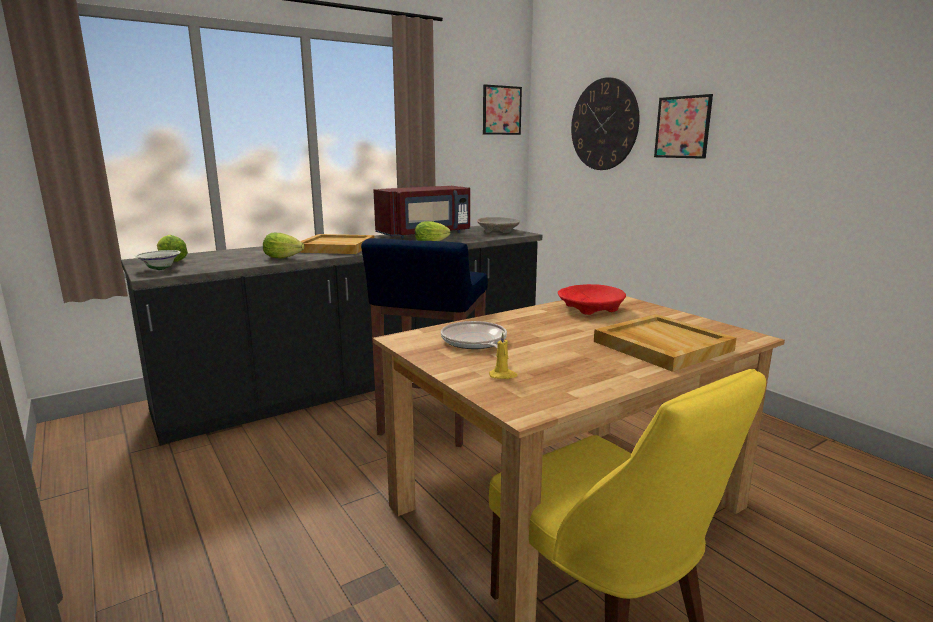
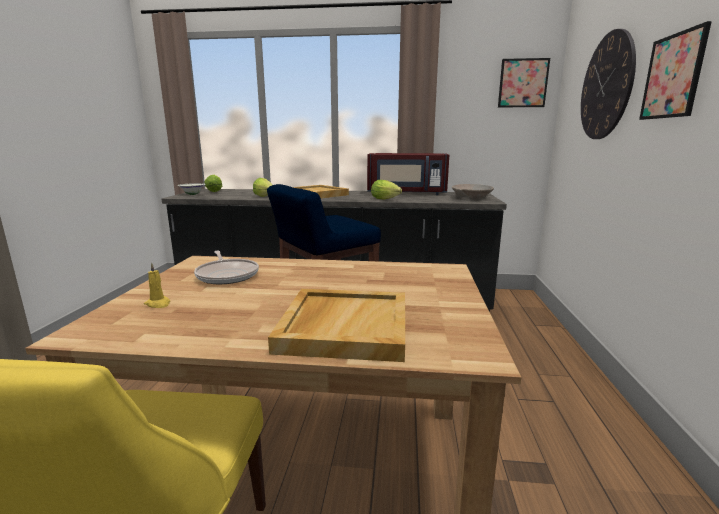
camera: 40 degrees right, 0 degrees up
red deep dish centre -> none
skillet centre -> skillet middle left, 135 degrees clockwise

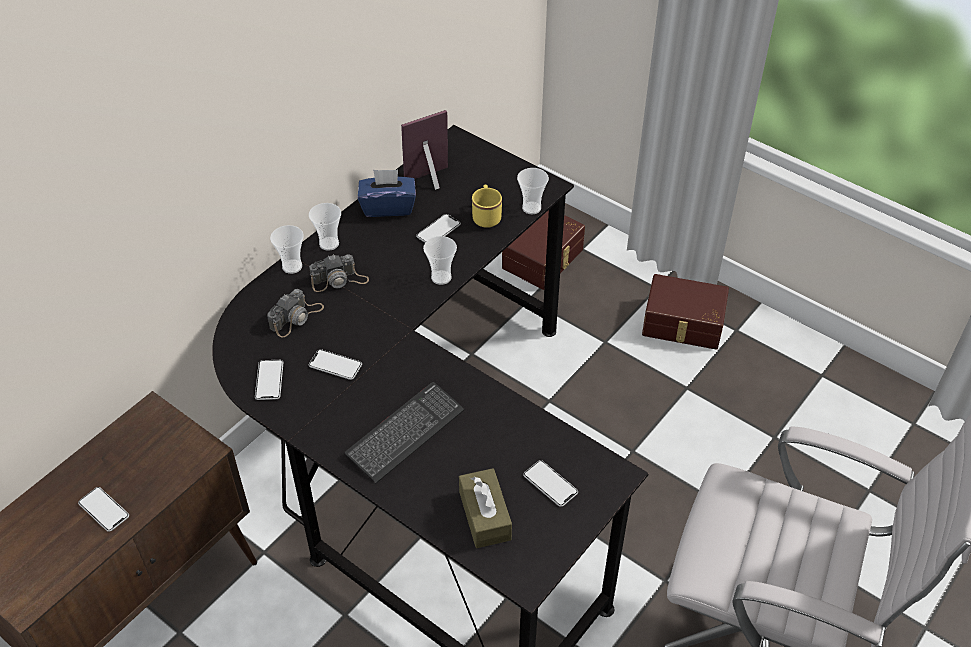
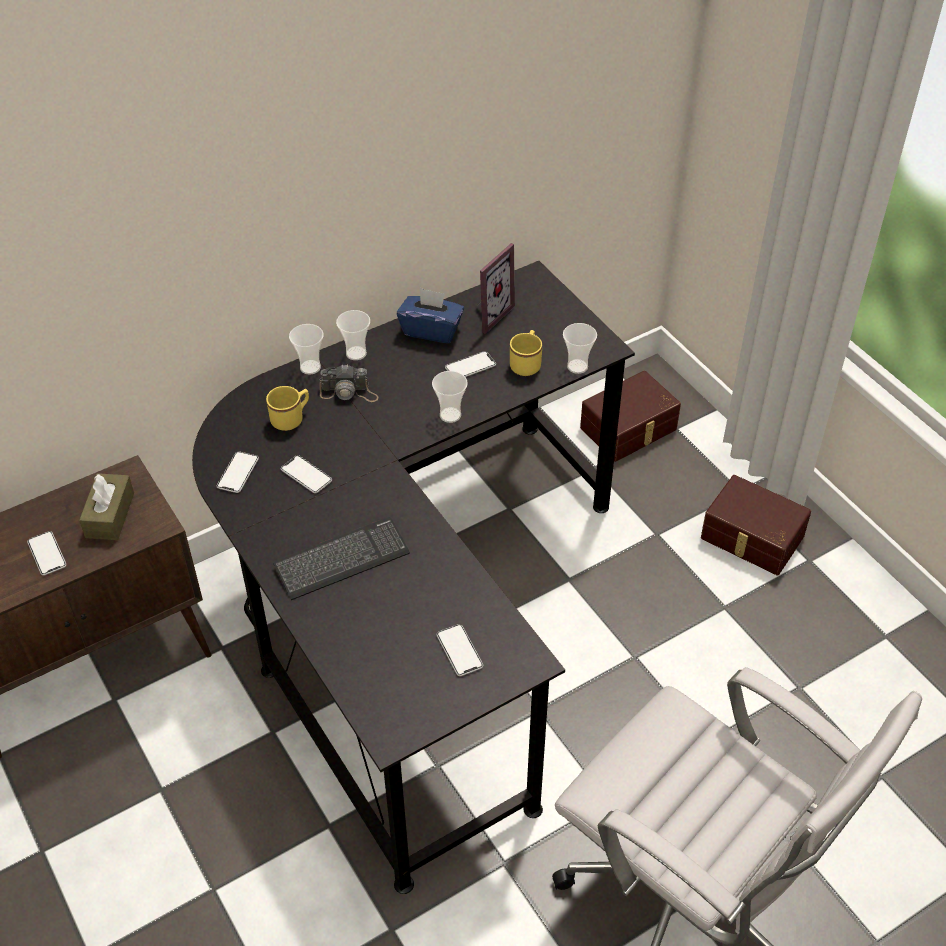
camera: 20 degrees right, 0 degrees up
brown-coloured tissue holder bottom centre -> brown-coloured tissue holder middle left, shifted
still camera (no. 1 from left) middle left -> yellow mug (no. 1 from left) middle left
photo frame top centre, 135 degrees clockwise

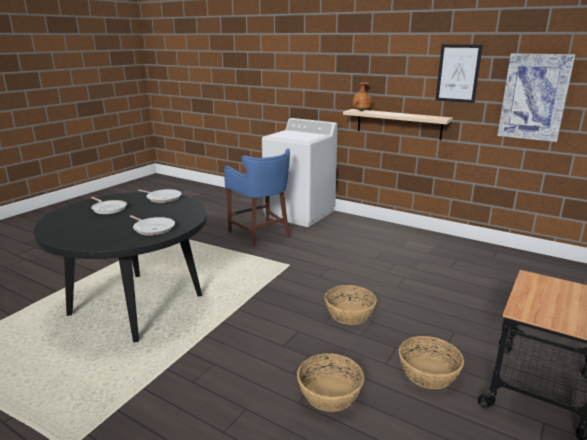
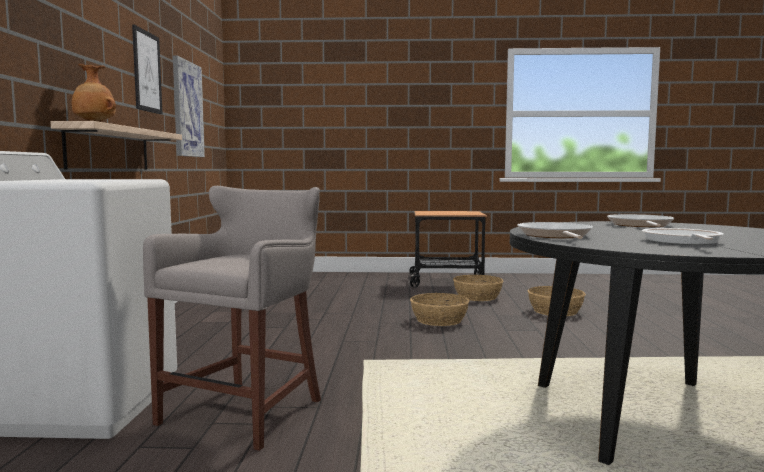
camera: 120 degrees left, 15 degrees down
blue-coloured sitting stool centre -> gray sitting stool bottom left

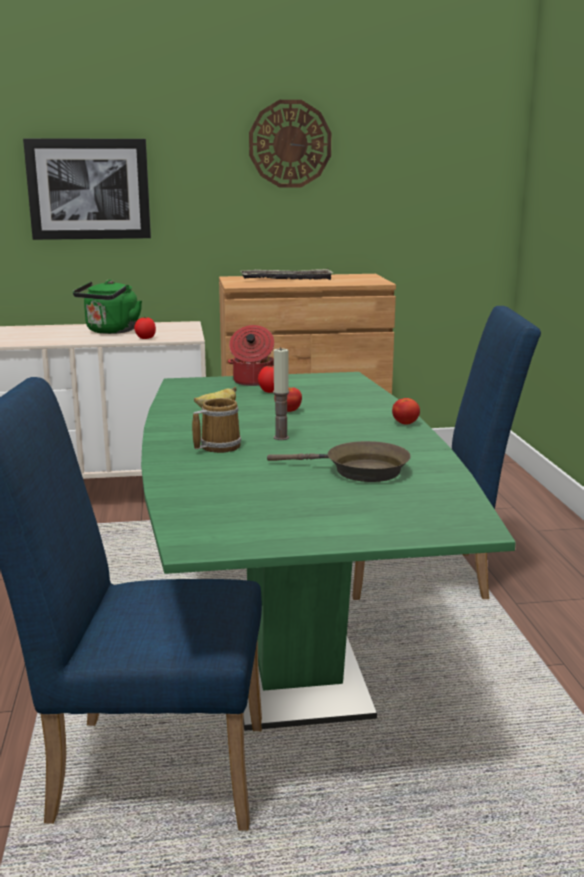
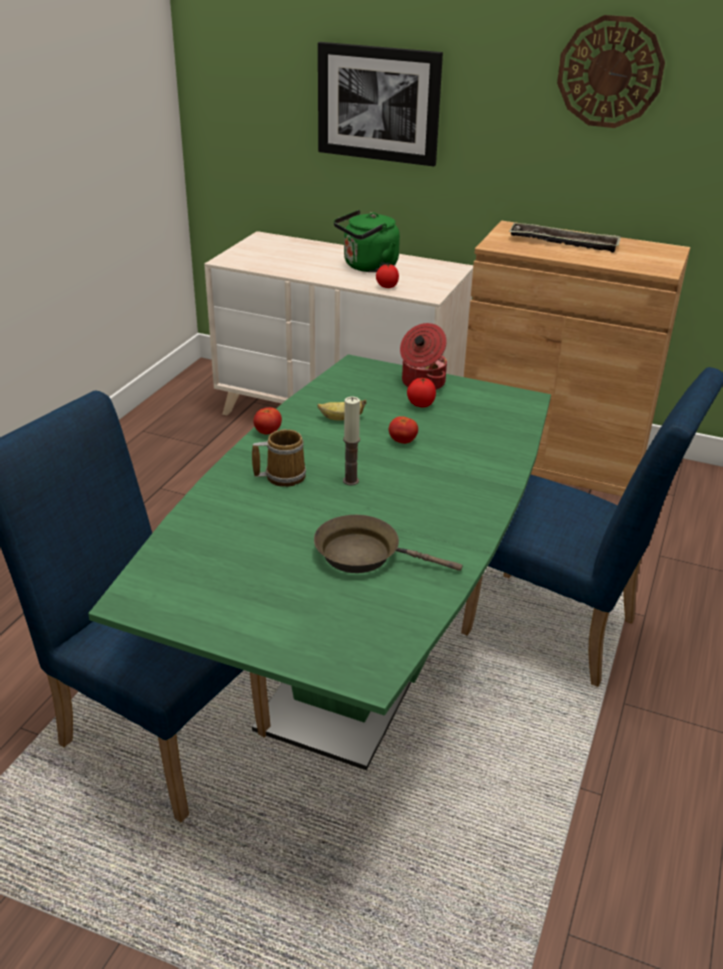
camera: 30 degrees right, 15 degrees up
tomato (no. 4 from left in the first image) middle right -> tomato (no. 1 from left) centre, shifted
brown-coloured skillet centre, 150 degrees clockwise

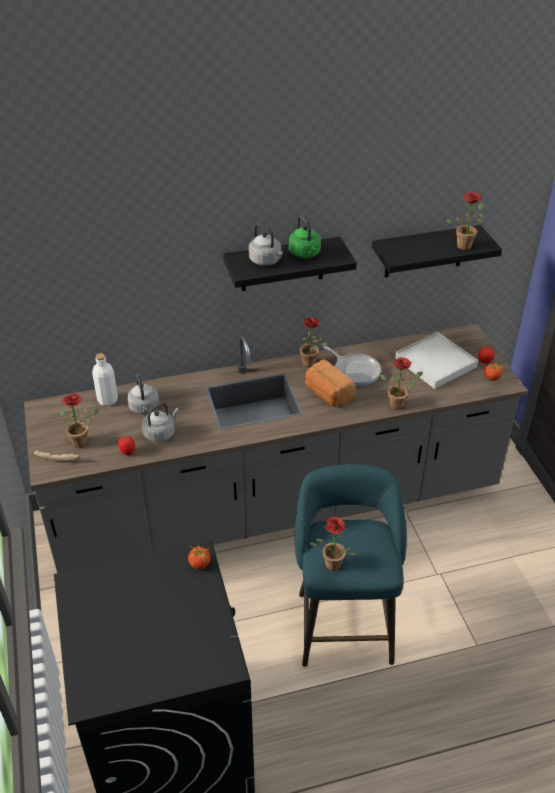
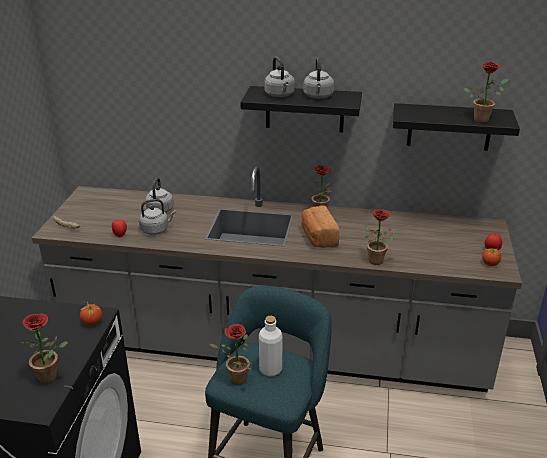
camera: 25 degrees right, 10 degrees down
skillet centre -> none
whitish tray middle right -> none
plant in a pot (no. 1 from left) middle left -> plant in a pot (no. 1 from left) bottom left, shifted
whitish drink bottle middle left -> whitish drink bottle bottom centre, shifted
green kettle top centre -> gray kettle (no. 4 from left) top centre

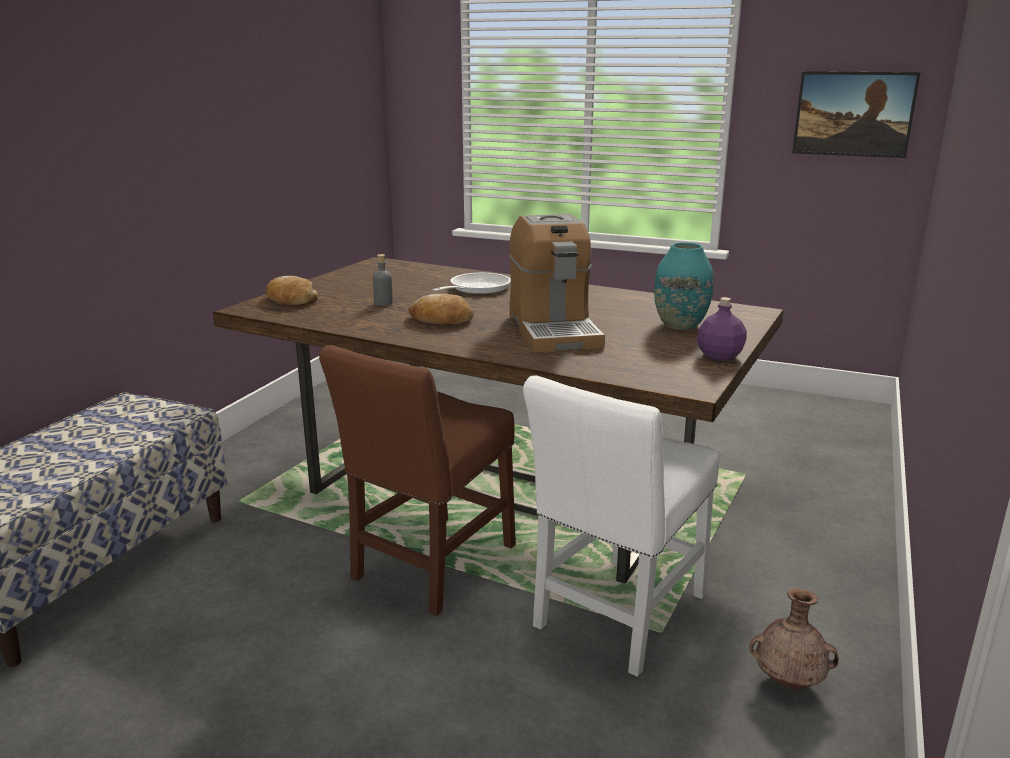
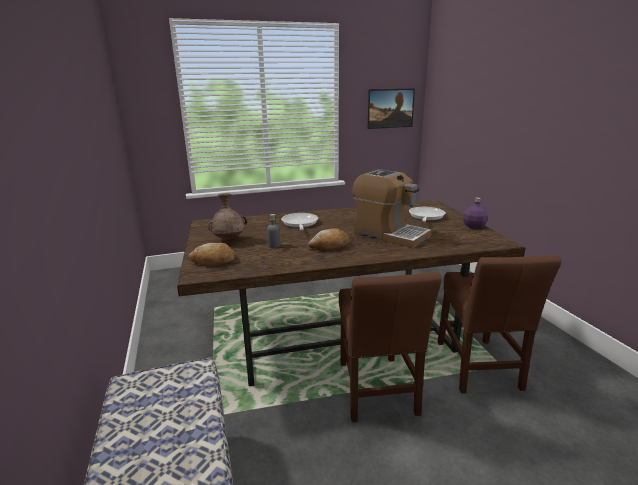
camera: 40 degrees left, 0 degrees up
brown-coloured decorative vase bottom right -> brown-coloured decorative vase centre, shifted
turquoise-coloured decorative vase middle right -> skillet (no. 2 from left) middle right
whitish upright chair bottom centre -> brown-coloured upright chair (no. 2 from left) bottom right

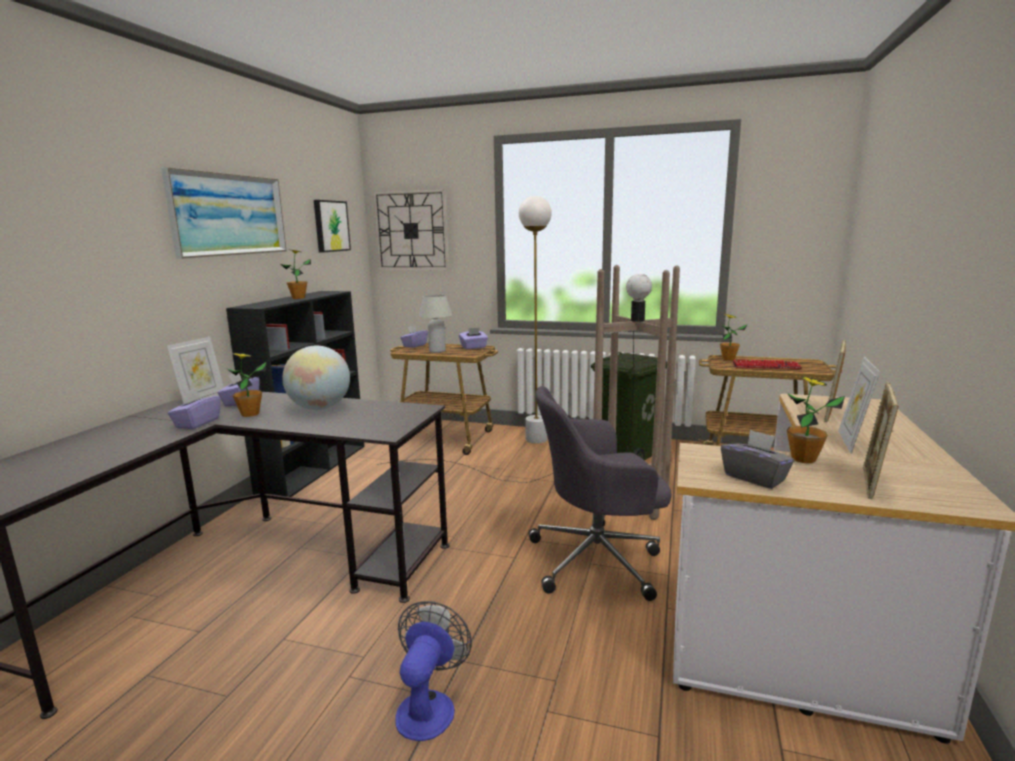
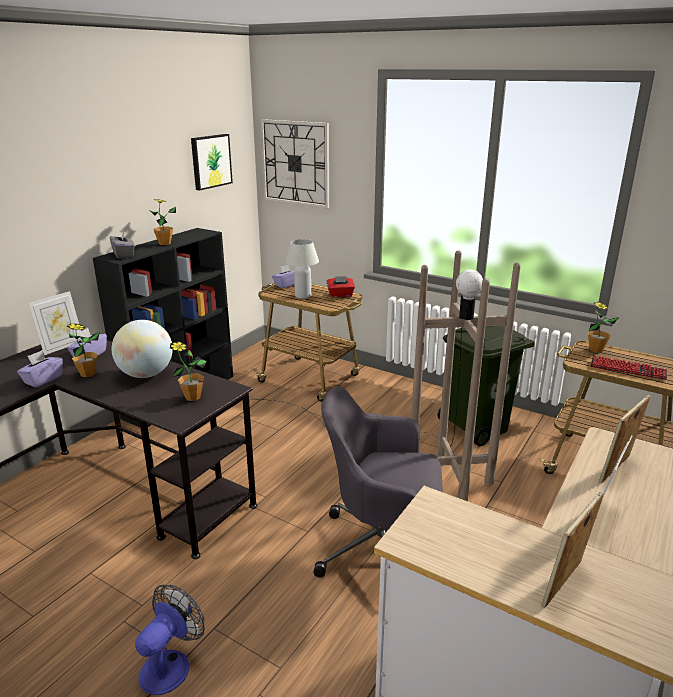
camera: 15 degrees right, 10 degrees up
picture (no. 1 from left) top left -> none
whitish standard lamp centre -> none
gray tissue holder middle right -> gray tissue holder middle left, shifted
plant in a pot (no. 4 from left in the first image) middle right -> plant in a pot (no. 3 from left) middle left, shifted
purple tissue holder (no. 4 from left) centre -> red tissue holder centre

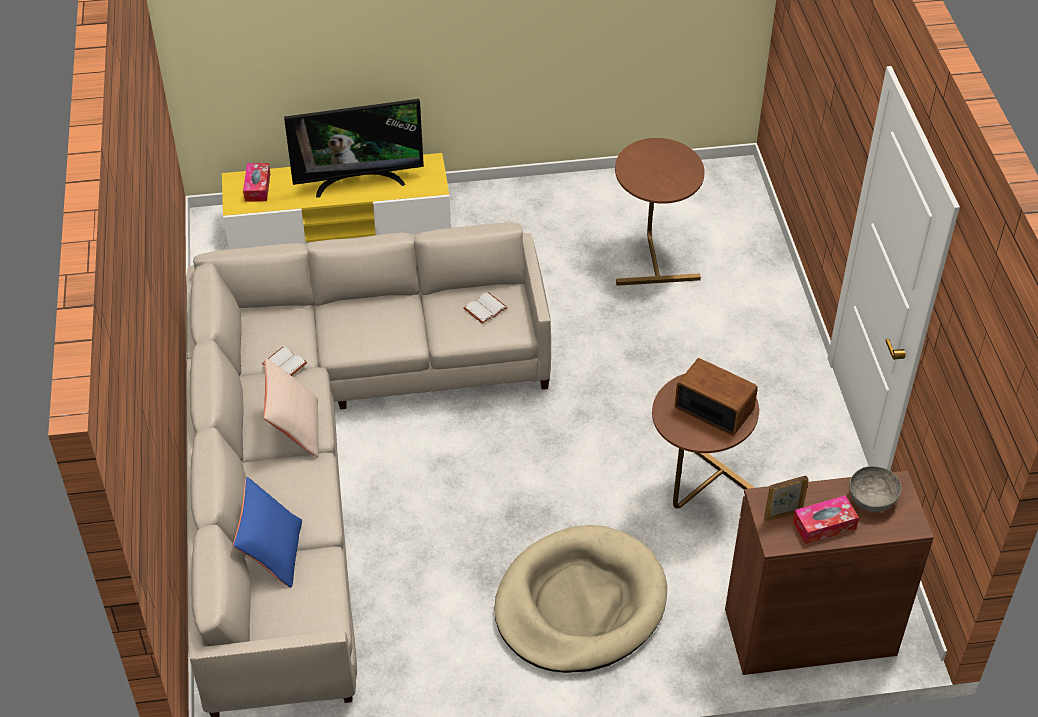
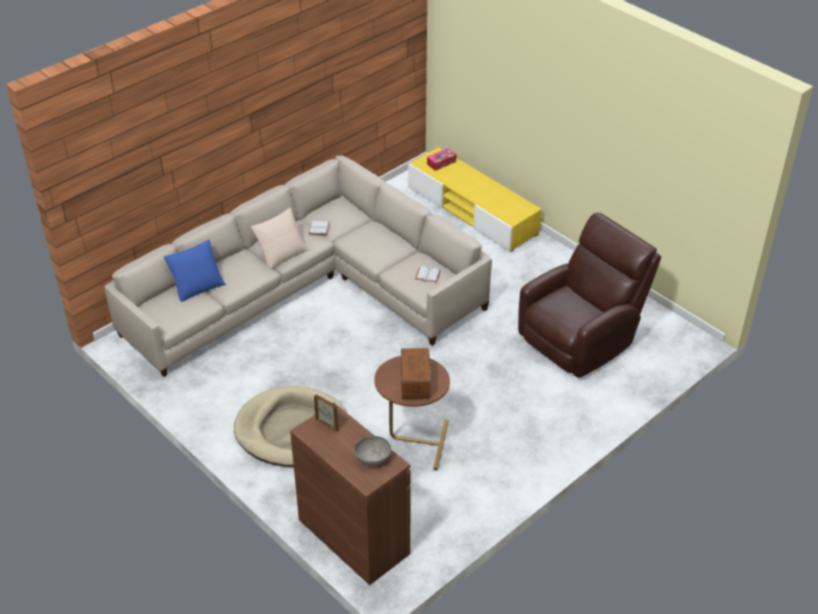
camera: 55 degrees right, 5 degrees down
TV top centre -> none
tissue holder (no. 2 from left) bottom right -> none
brown-coloured end table (no. 1 from left) top centre -> brown-coloured lounge chair middle right

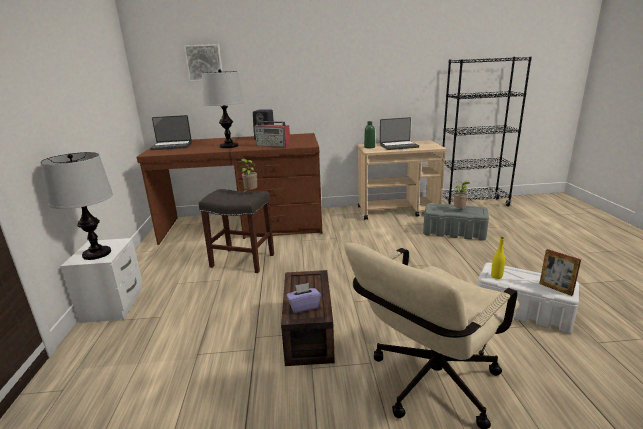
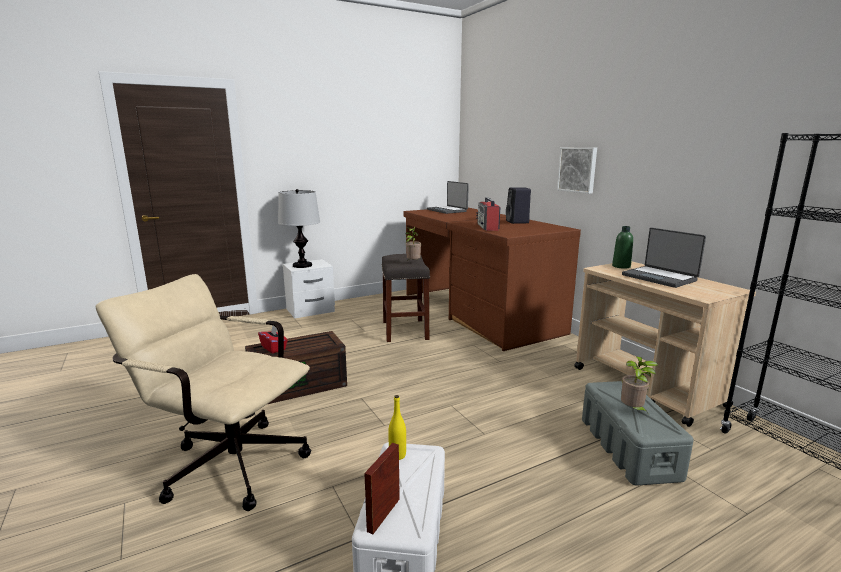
camera: 65 degrees right, 5 degrees down
tabletop lamp (no. 2 from left) top centre -> none
picture top left -> picture top right, shifted
purple tissue holder bottom centre -> red tissue holder middle left

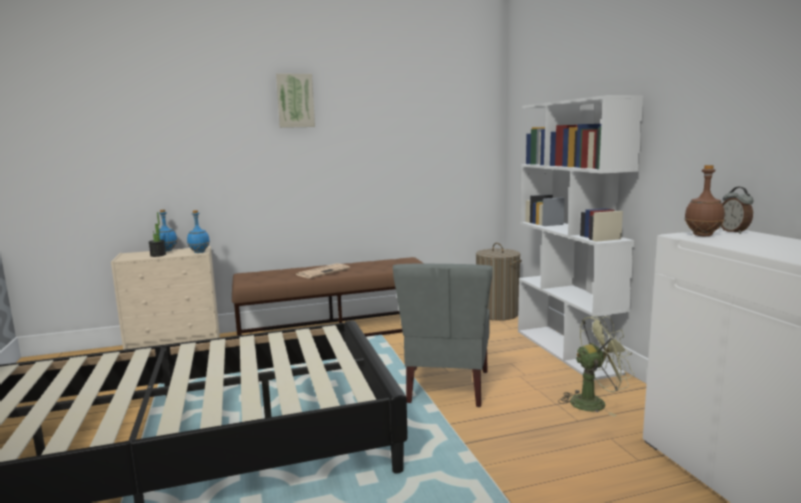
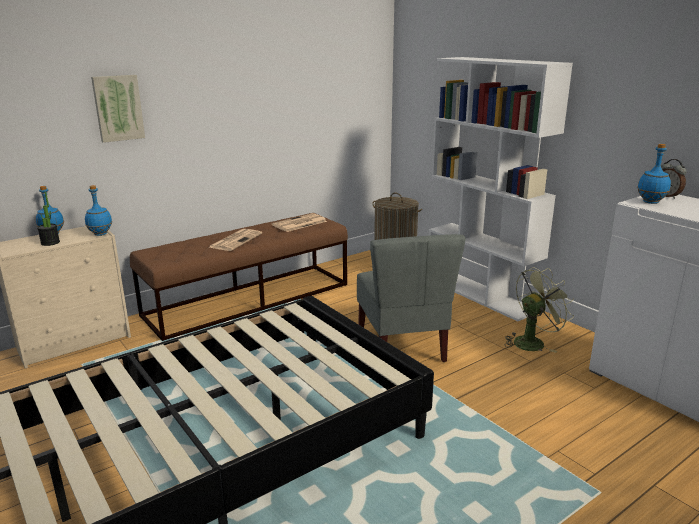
camera: 20 degrees left, 10 degrees up
none -> newspaper (no. 2 from left) centre
picture top centre -> picture top left, shifted
brown-coloured drink bottle middle right -> blue-coloured drink bottle (no. 3 from left) top right

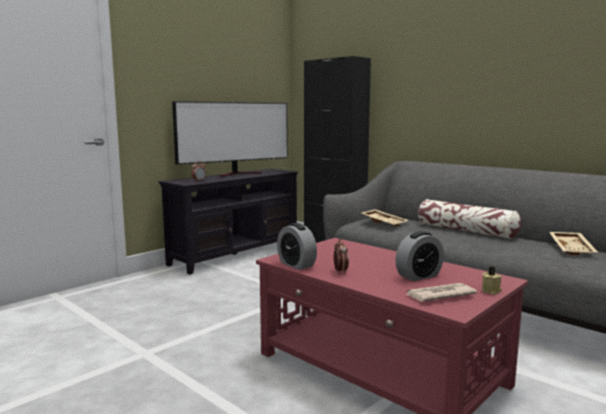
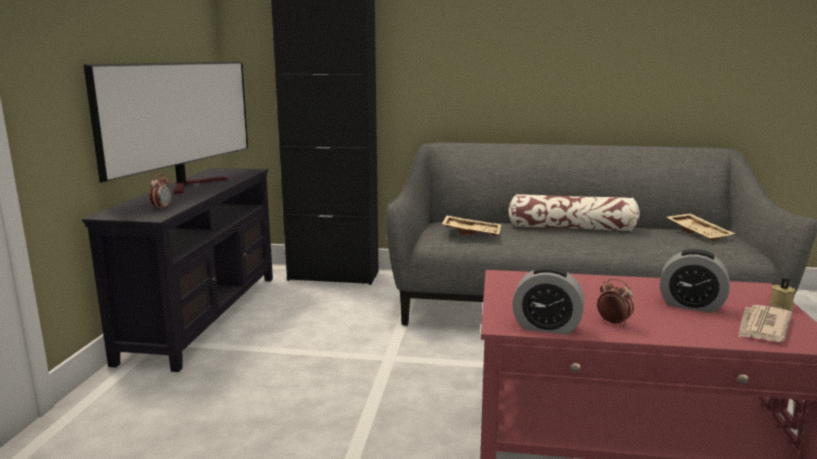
camera: 35 degrees left, 5 degrees up
bedside clock (no. 4 from left) middle right, 90 degrees clockwise

